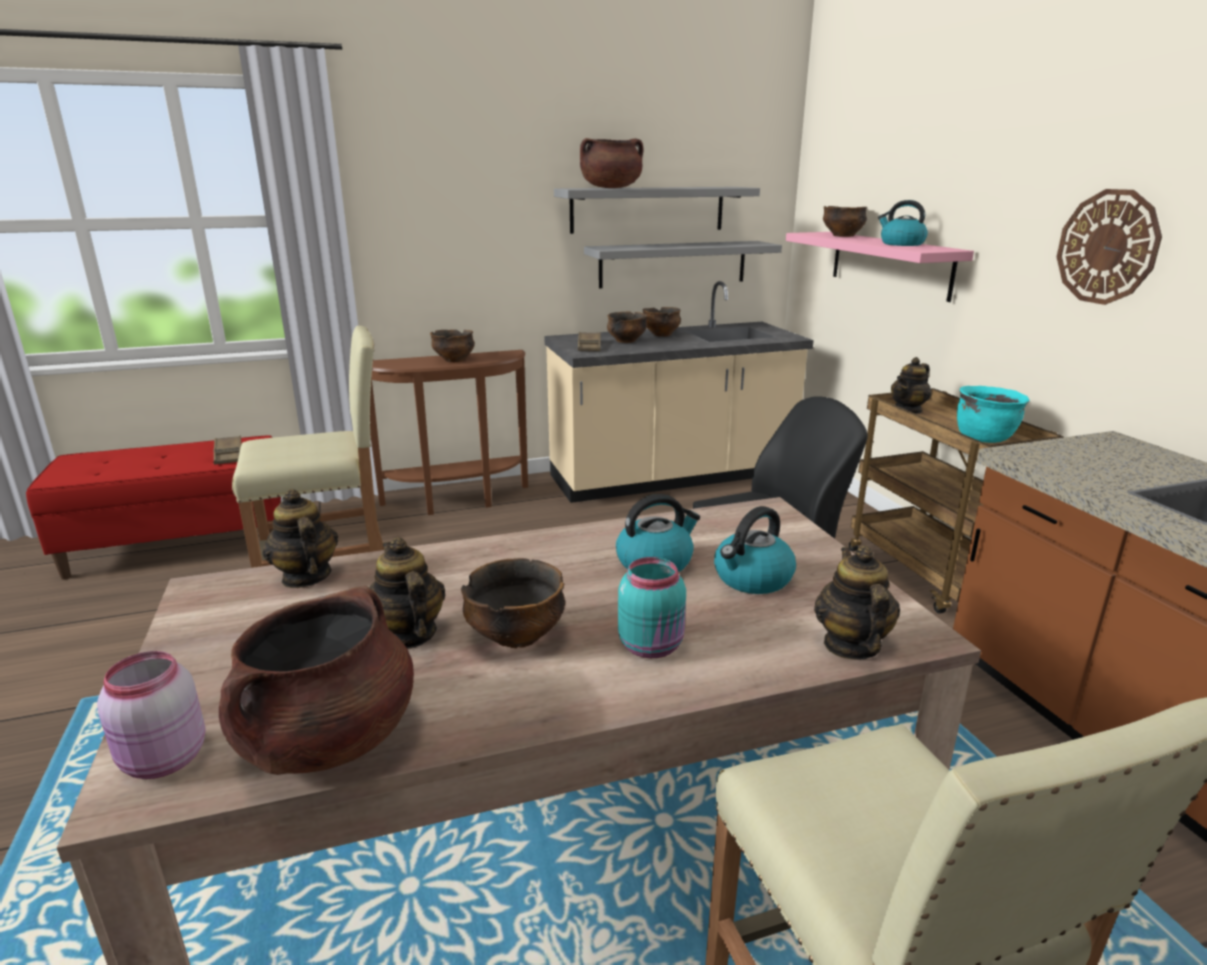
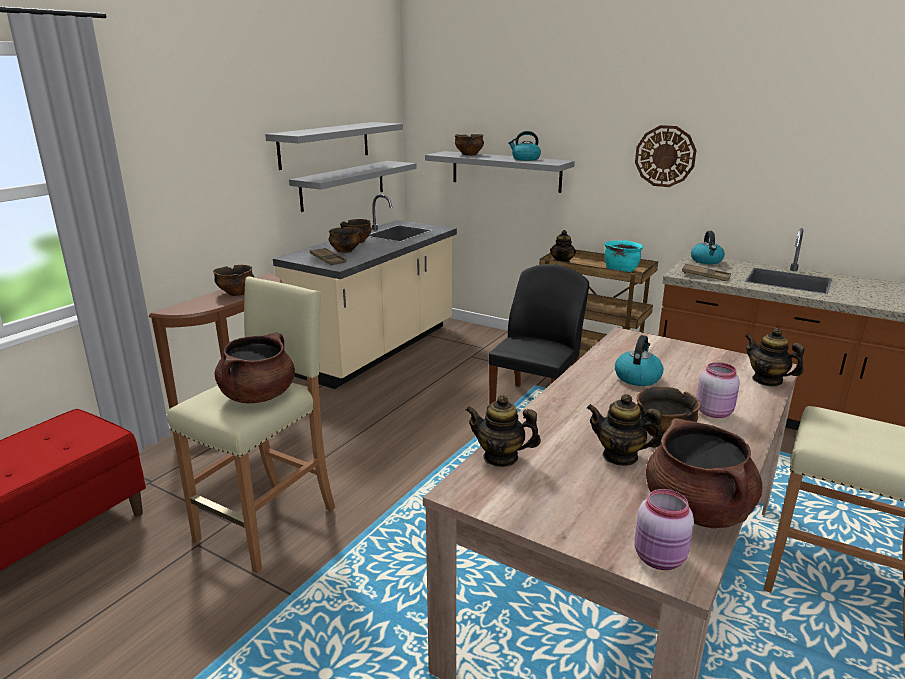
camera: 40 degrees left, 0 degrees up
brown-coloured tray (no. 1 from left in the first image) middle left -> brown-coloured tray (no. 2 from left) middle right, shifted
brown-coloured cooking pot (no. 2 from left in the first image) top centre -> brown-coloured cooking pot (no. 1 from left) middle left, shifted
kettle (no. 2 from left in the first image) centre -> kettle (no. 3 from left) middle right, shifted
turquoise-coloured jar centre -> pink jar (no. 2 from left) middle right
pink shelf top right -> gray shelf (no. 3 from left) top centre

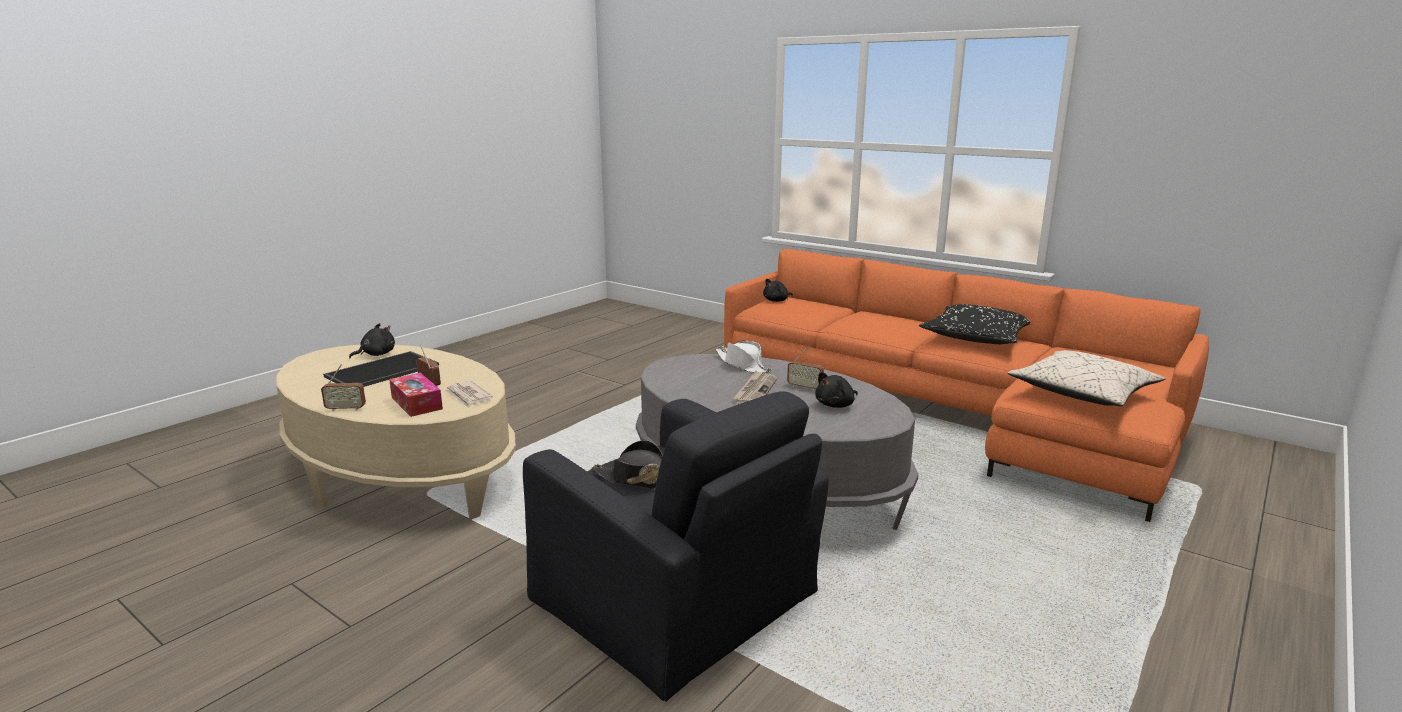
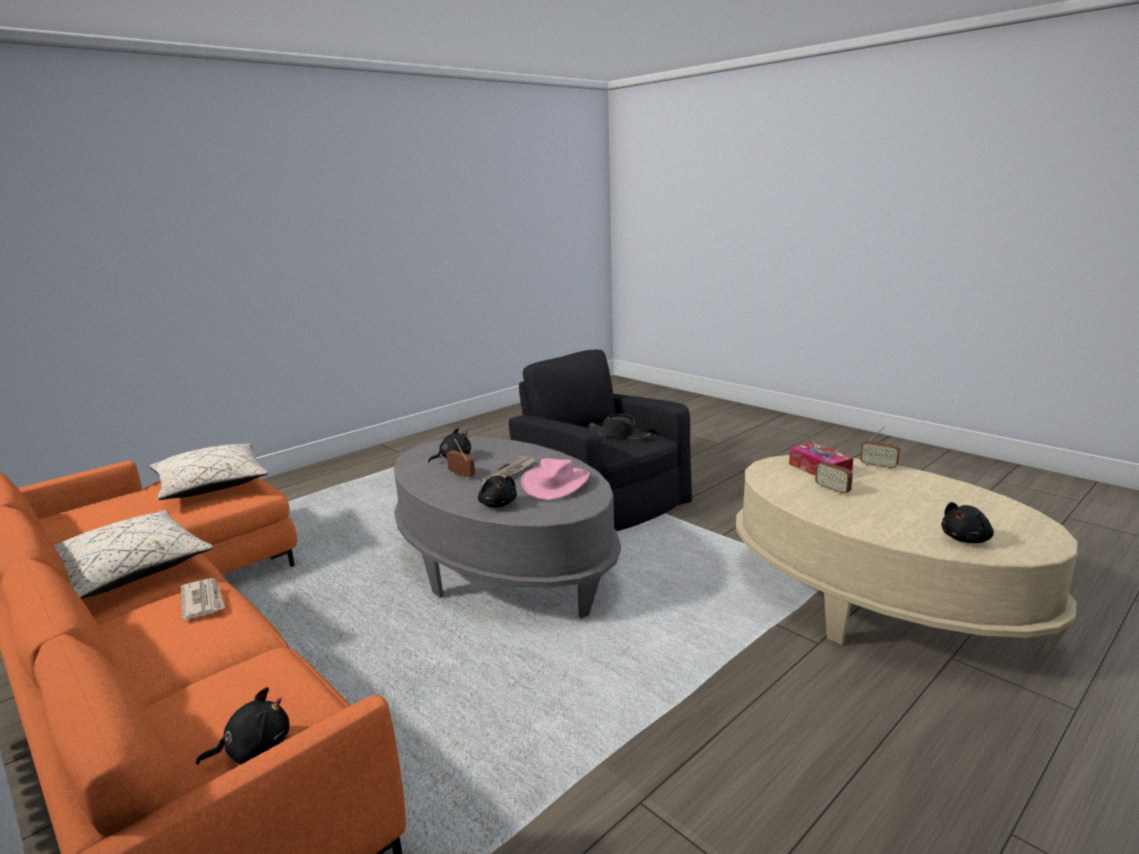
camera: 170 degrees left, 0 degrees up
tray middle left -> none
none -> pink hat centre
newspaper (no. 1 from left) centre -> newspaper (no. 1 from left) bottom left, shifted
whitish hat centre -> black-coloured plush toy (no. 3 from left) centre
black-coloured cushion middle right -> beige cushion (no. 1 from left) middle left
radio (no. 1 from left in the first image) middle left -> radio (no. 3 from left) middle right, 150 degrees counterclockwise

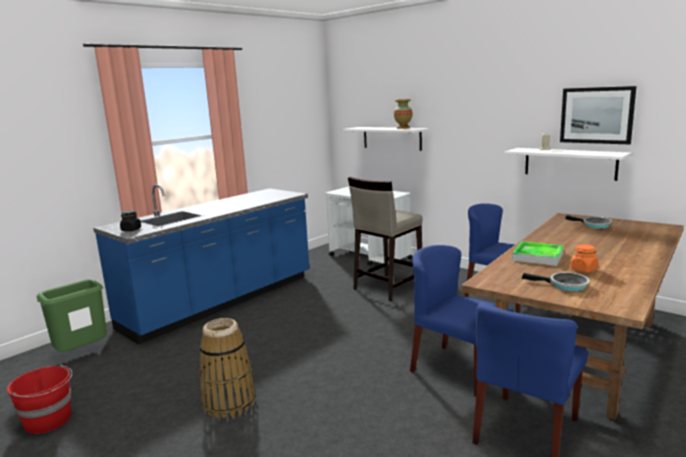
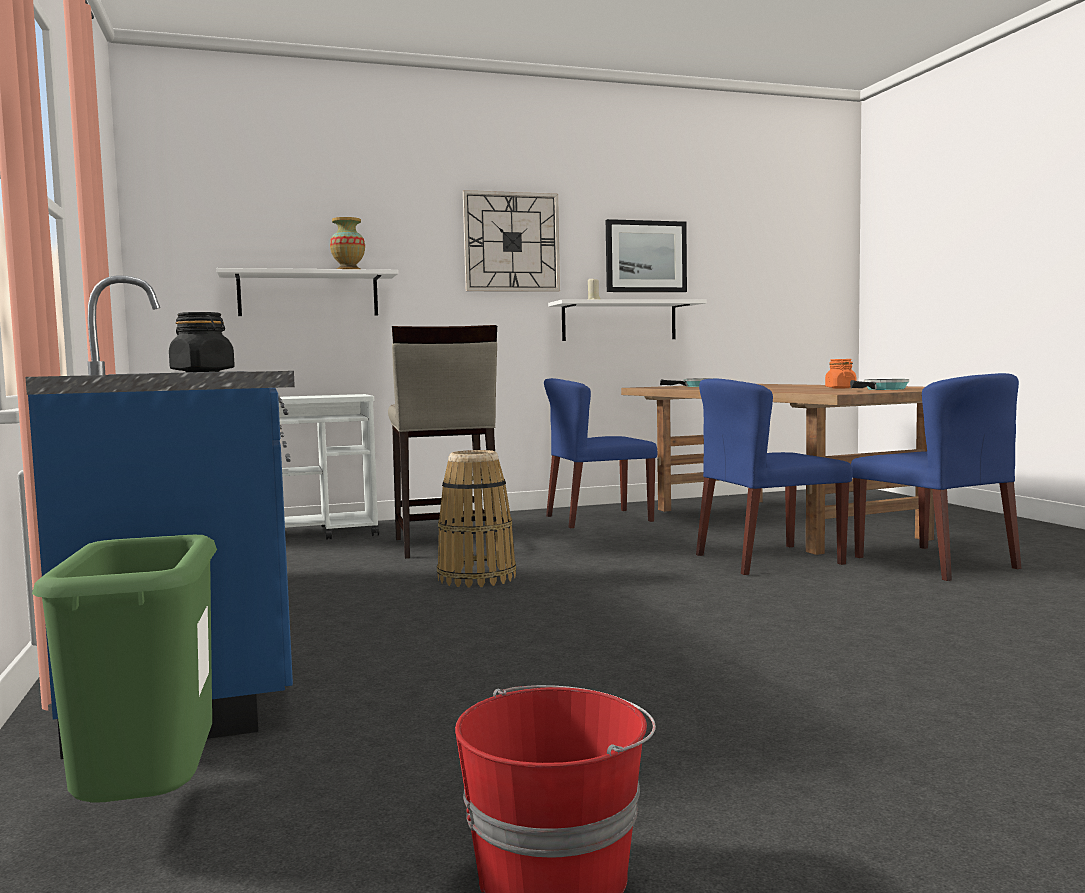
camera: 60 degrees left, 10 degrees down
tray middle right -> none
none -> clock on the wall top centre
basket bottom left -> basket centre, shifted

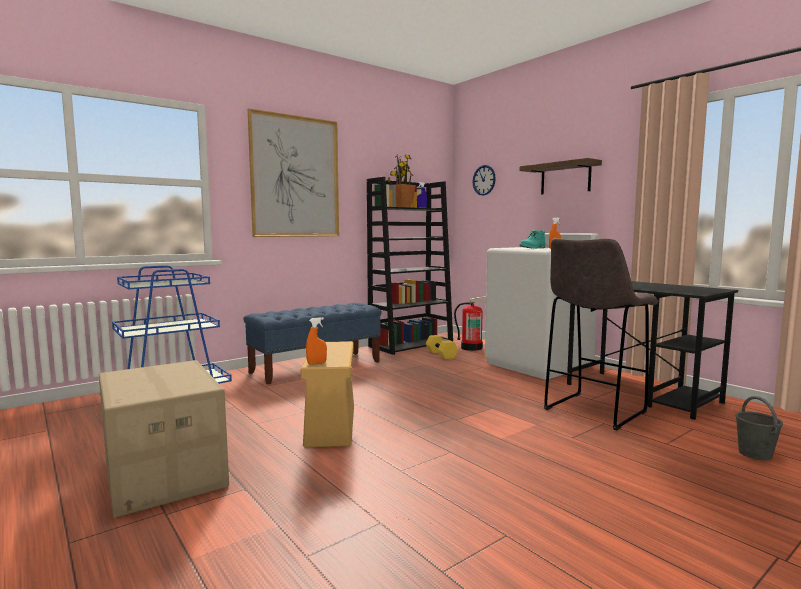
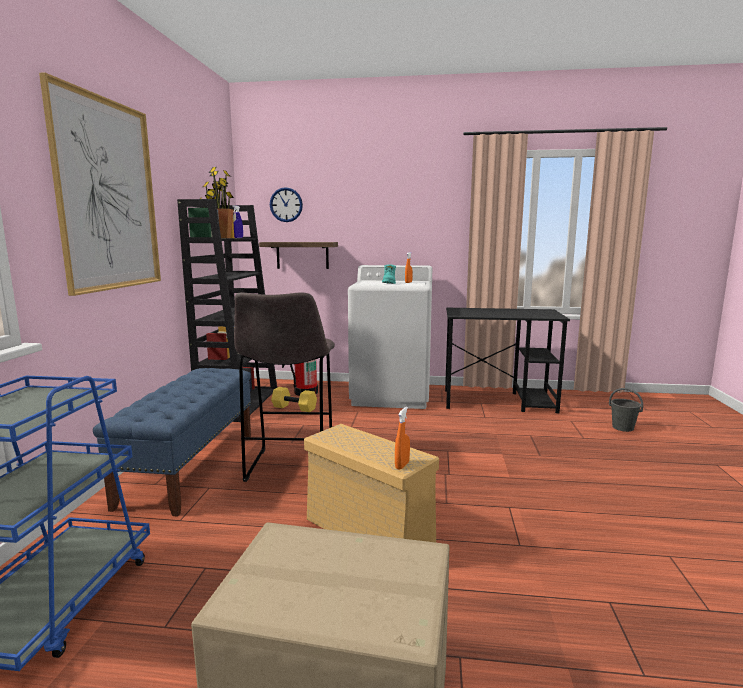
camera: 45 degrees left, 5 degrees up
shelf top right -> shelf centre, shifted
gray sitting stool middle right -> gray sitting stool centre, shifted

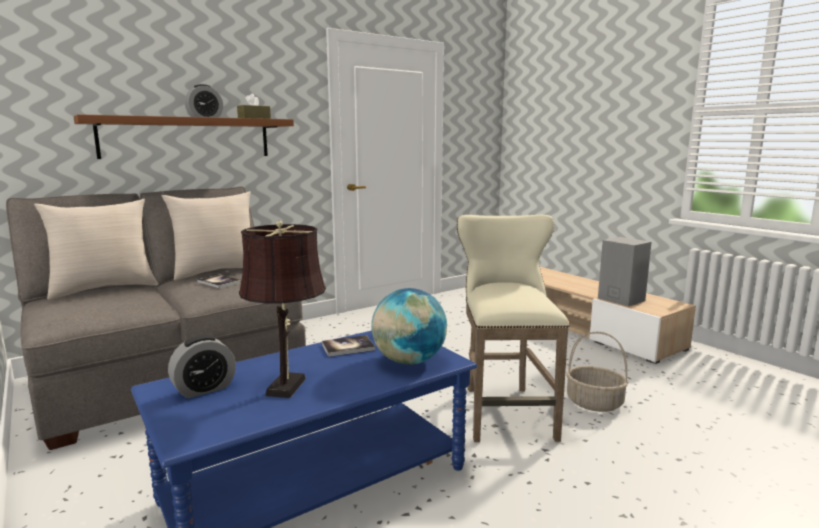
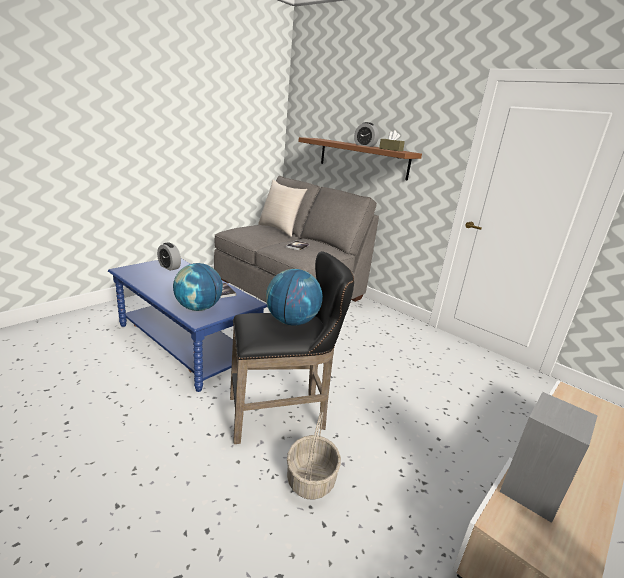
camera: 75 degrees right, 10 degrees up
beige cushion (no. 2 from left) middle left -> none
brown-coloured tabletop lamp centre -> none
none -> globe (no. 2 from left) centre
beige sitting stool centre -> black-coloured sitting stool centre

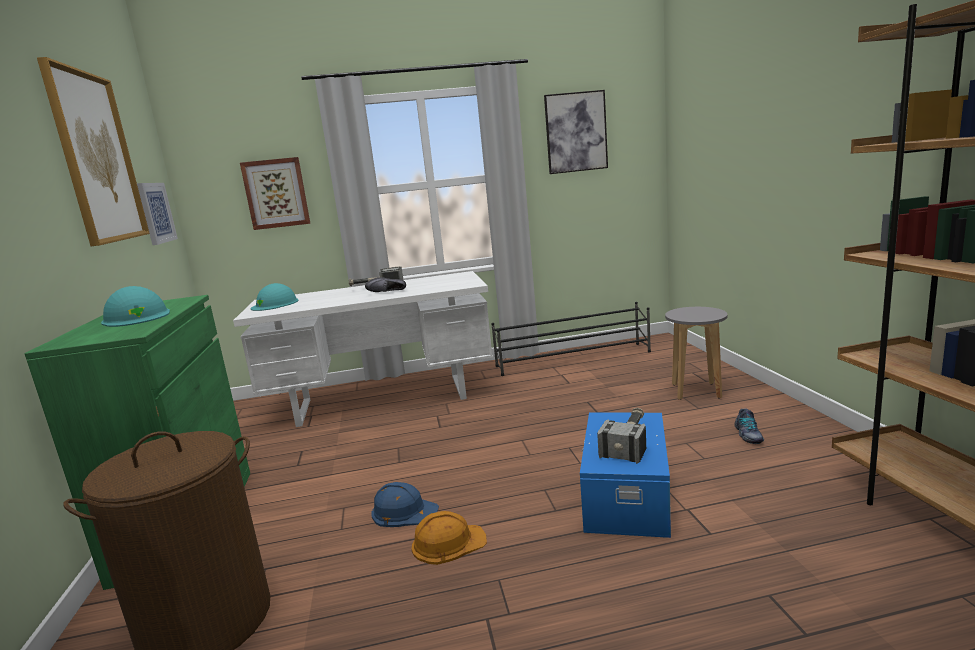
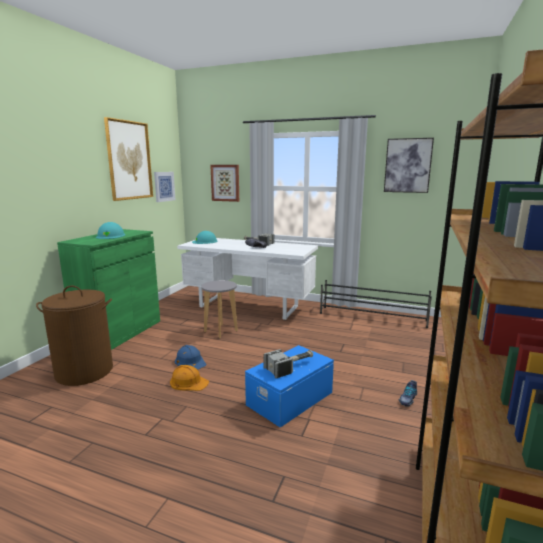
camera: 30 degrees right, 0 degrees up
gray sitting stool middle right -> gray sitting stool centre, shifted

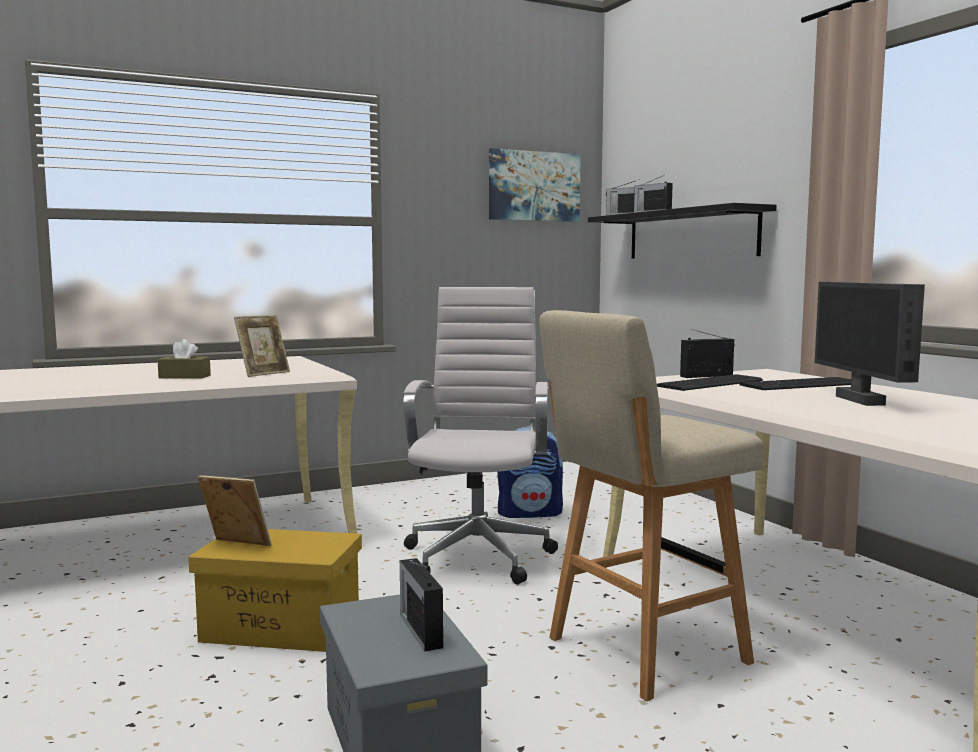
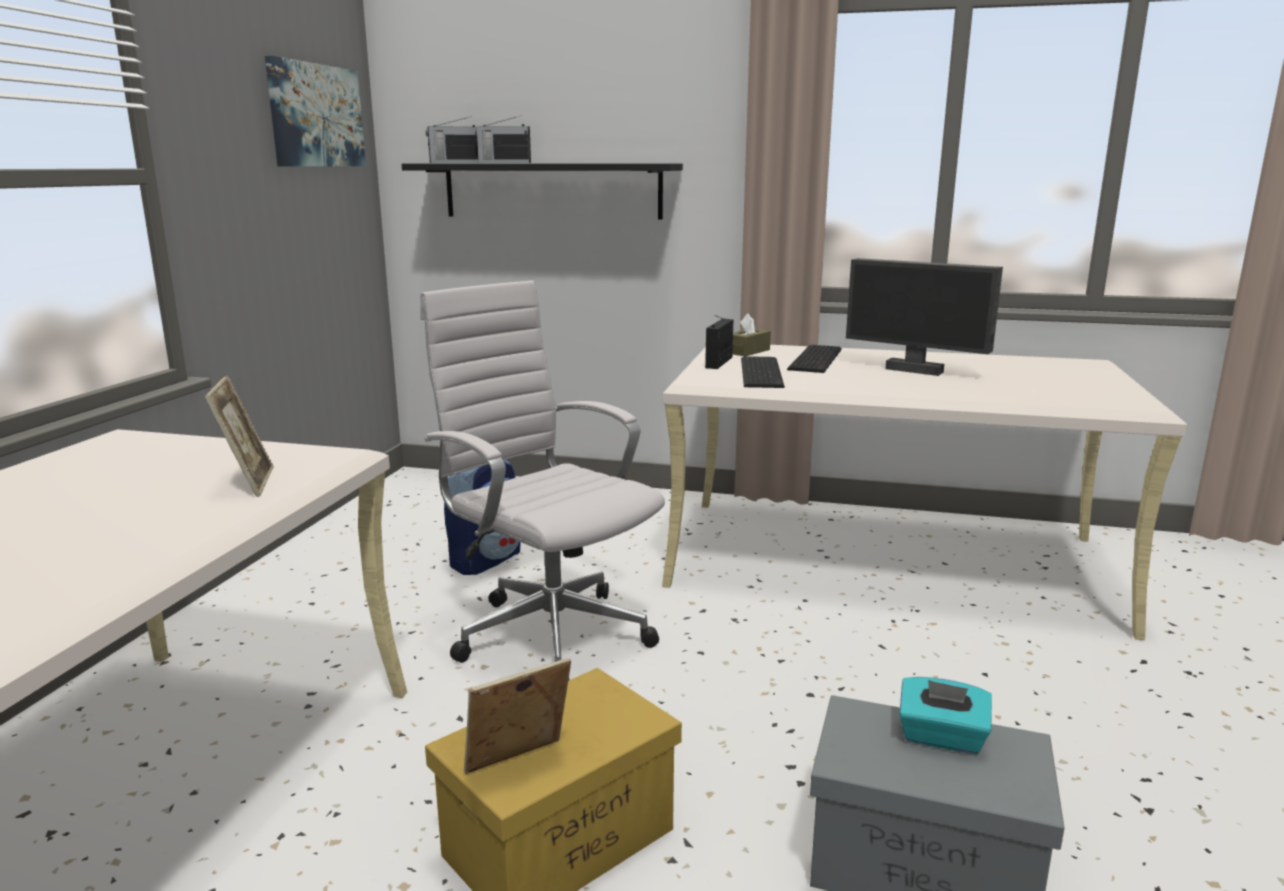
camera: 50 degrees left, 10 degrees up
beige sitting stool bottom right -> none
brown-coloured tissue holder middle left -> brown-coloured tissue holder centre, shifted
radio (no. 1 from left) bottom centre -> turquoise-coloured tissue holder bottom right

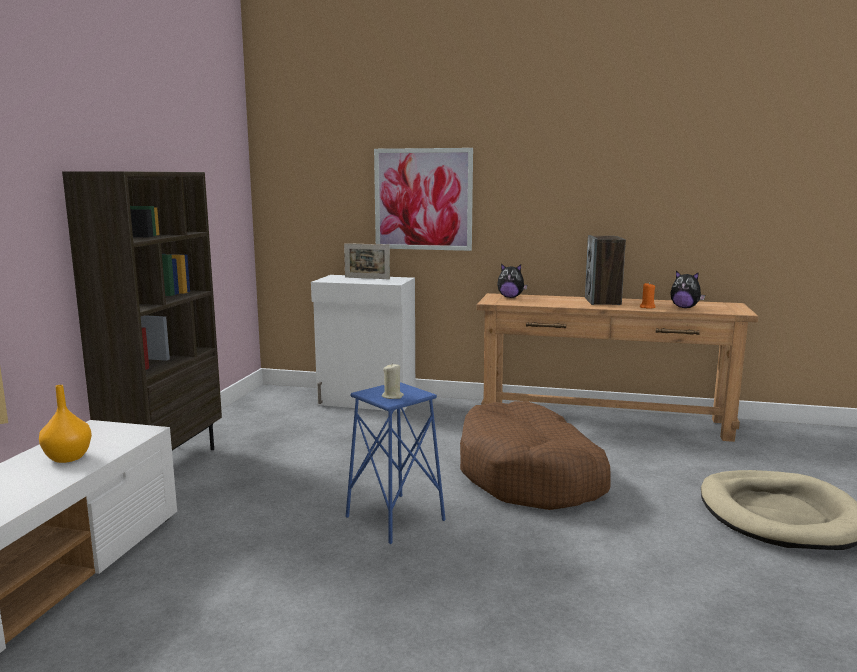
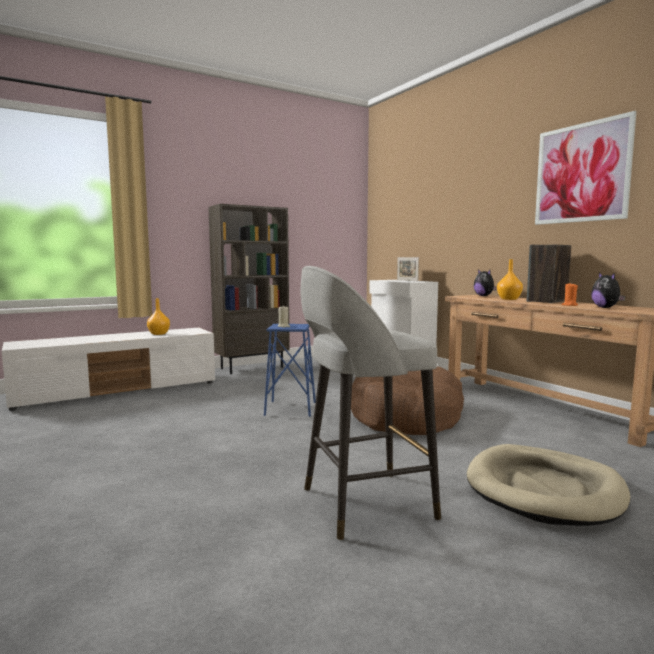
camera: 45 degrees right, 5 degrees down
none -> gray sitting stool centre
none -> orange-coloured decorative vase (no. 2 from left) middle right
picture top centre -> picture top right, shifted

